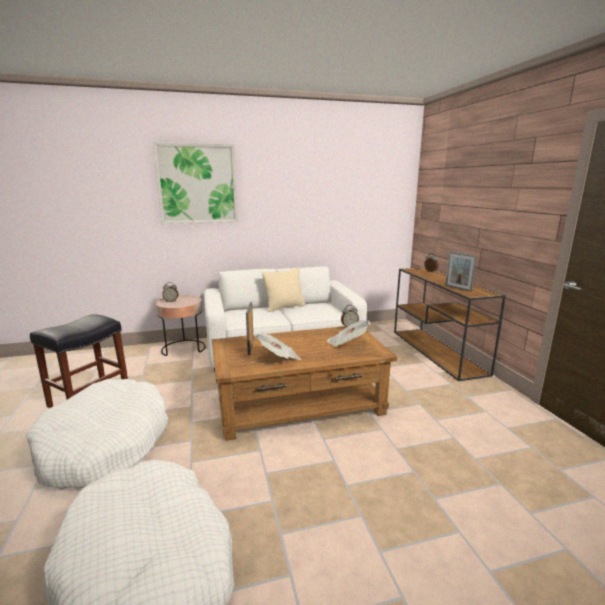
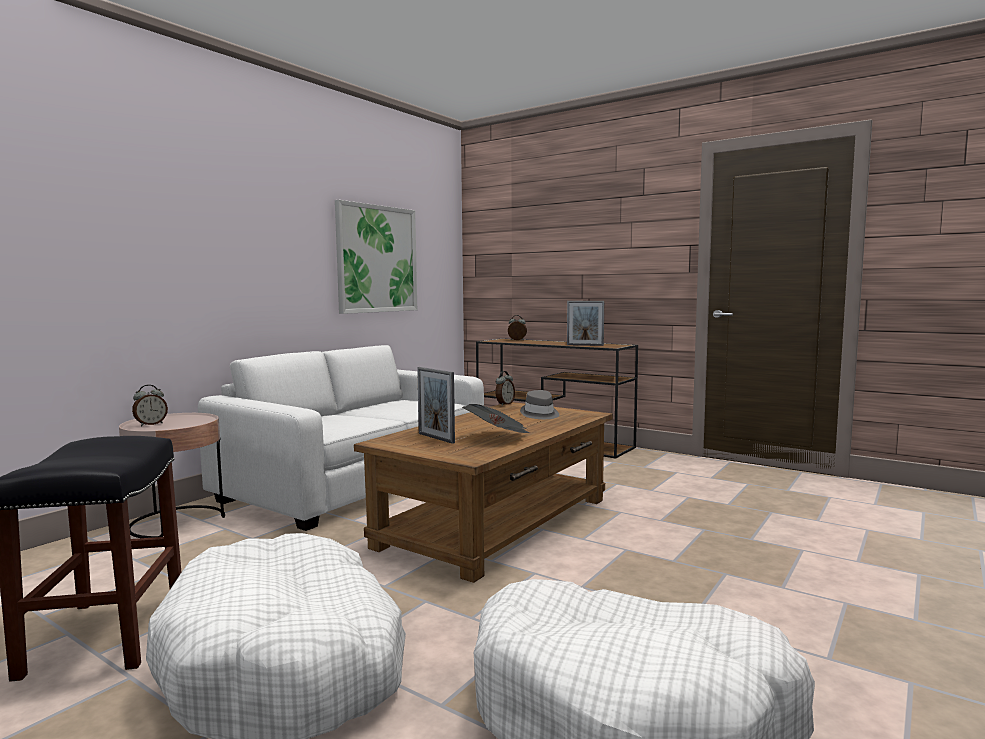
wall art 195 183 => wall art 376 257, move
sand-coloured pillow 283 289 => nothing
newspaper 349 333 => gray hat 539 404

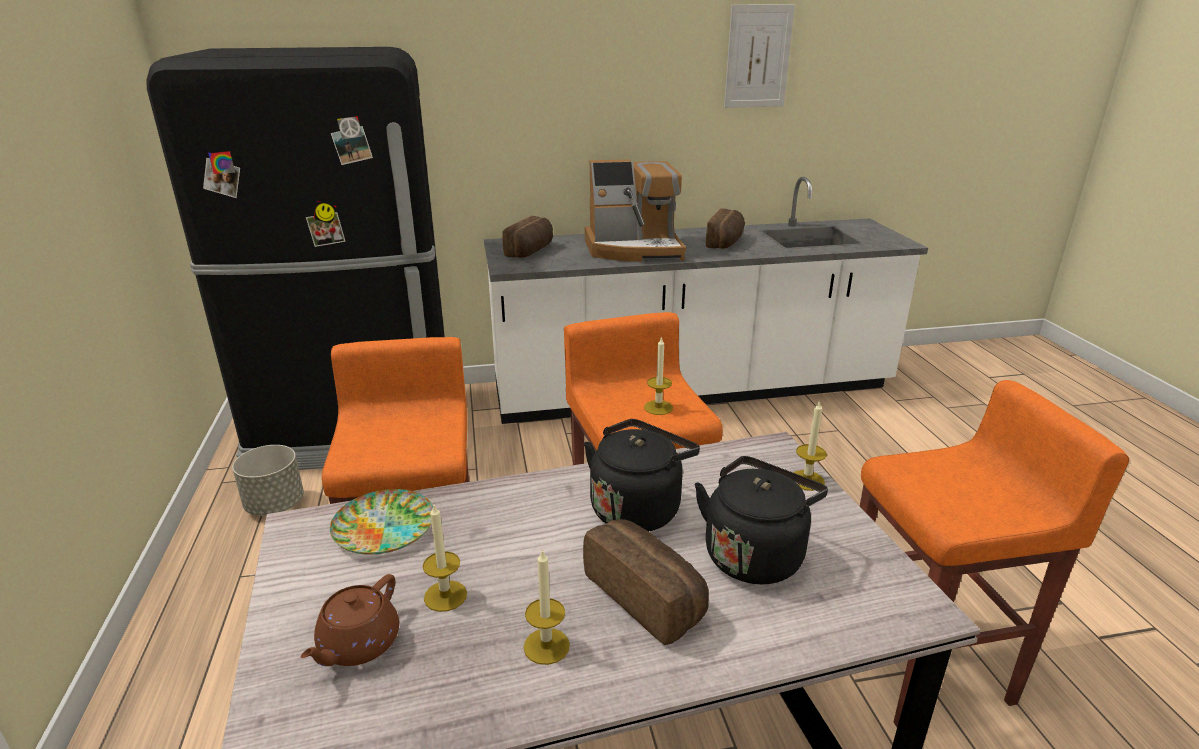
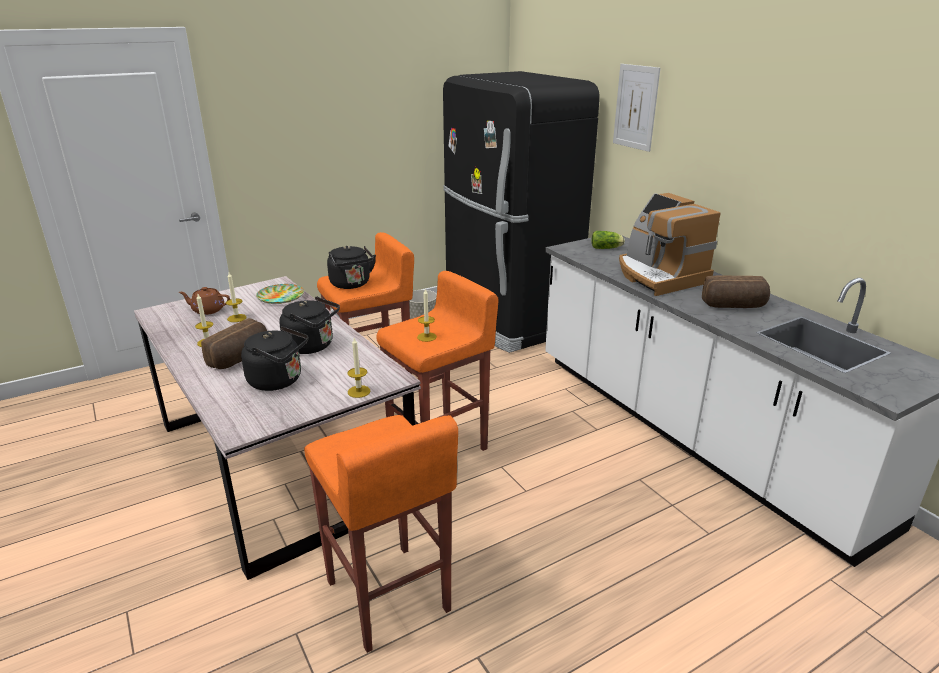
wall art 759 56 => wall art 636 108, move
baked bread 527 237 => lettuce 608 240
nothing => black tea kettle 351 267

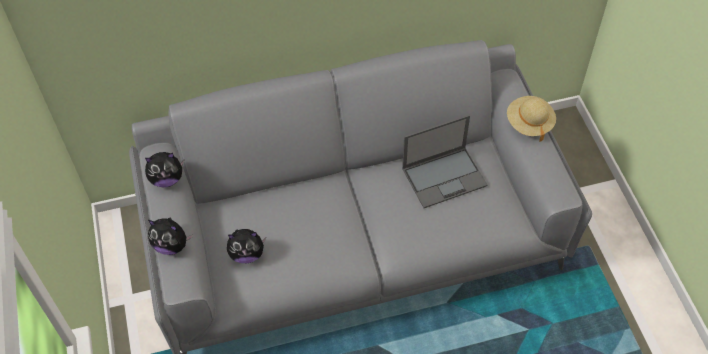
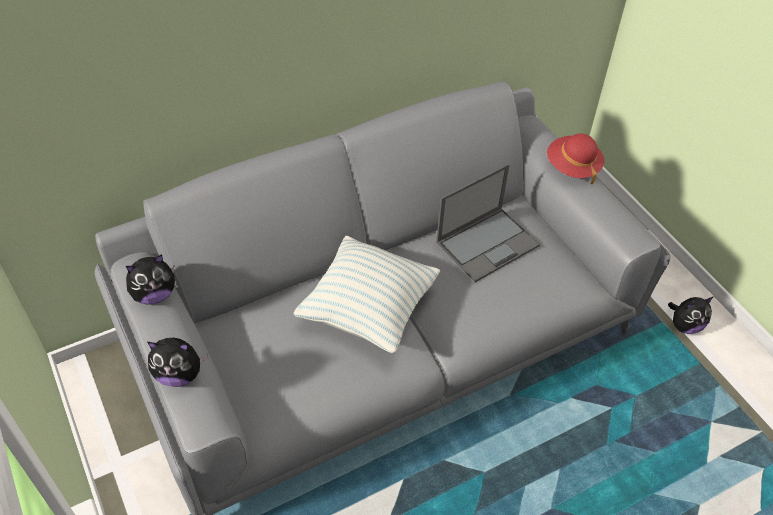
sand-coloured hat 531 118 => reddish hat 576 158
soft toy 246 246 => soft toy 690 315, move
nothing => pillow 367 295

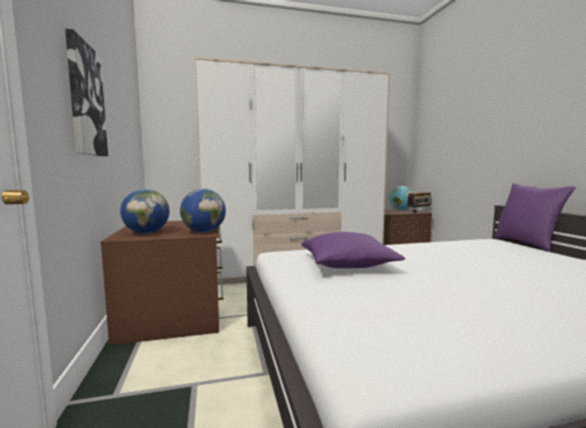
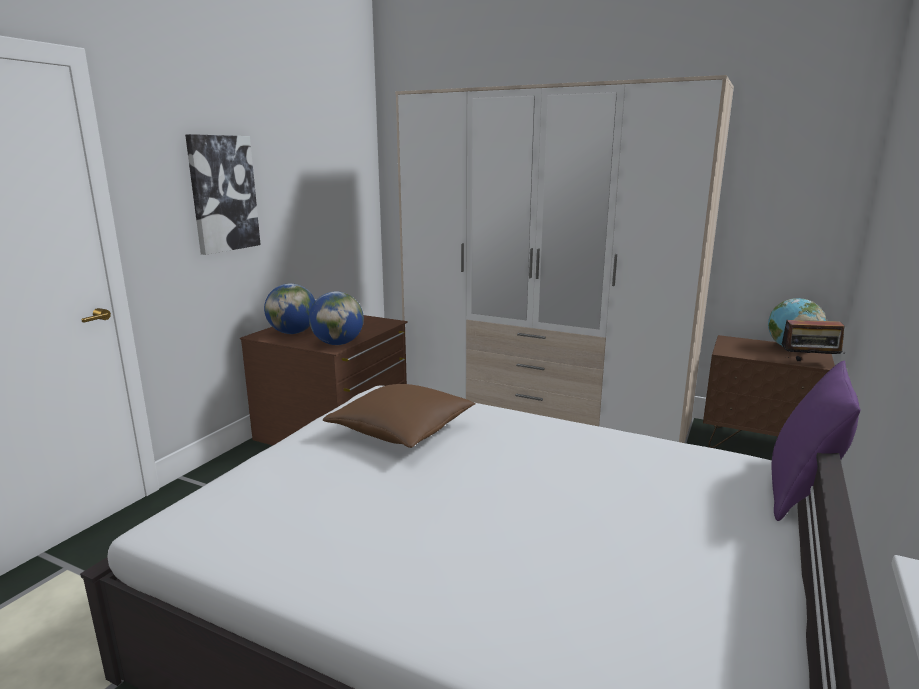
purple-coloured pillow 353 250 => brown pillow 399 416

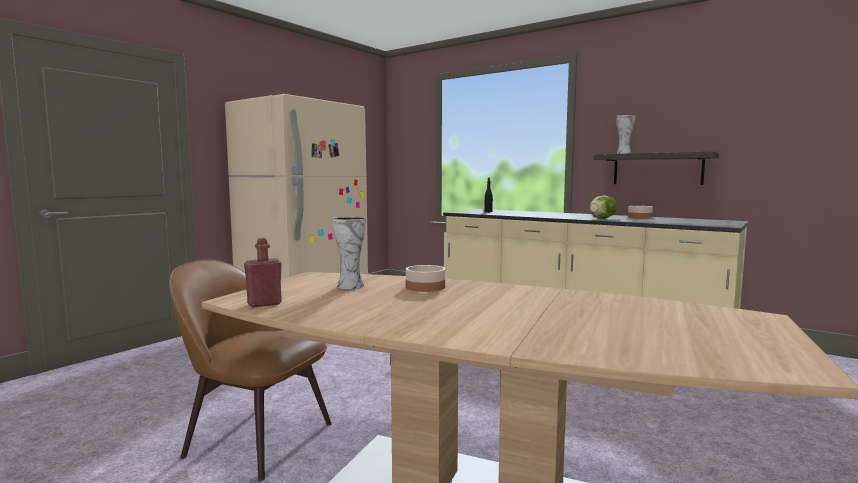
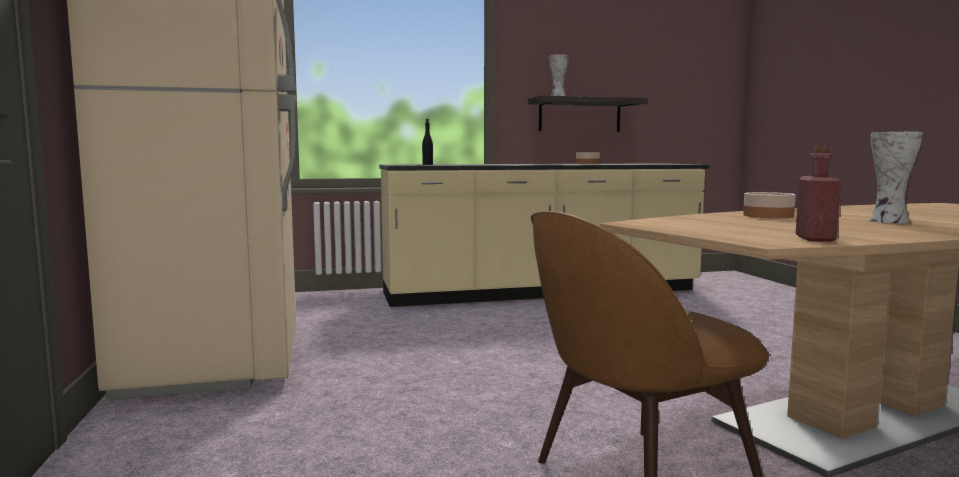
lettuce 603 207 => nothing
flower vase 349 253 => flower vase 896 177, move

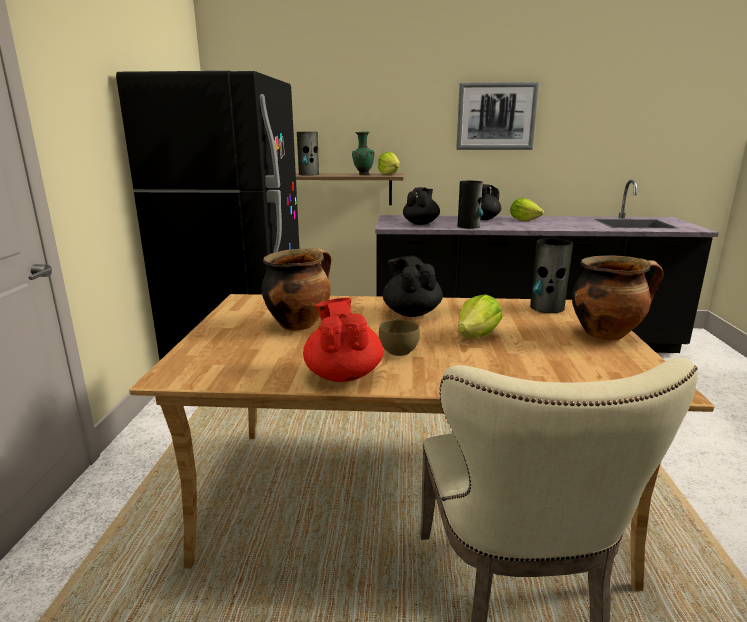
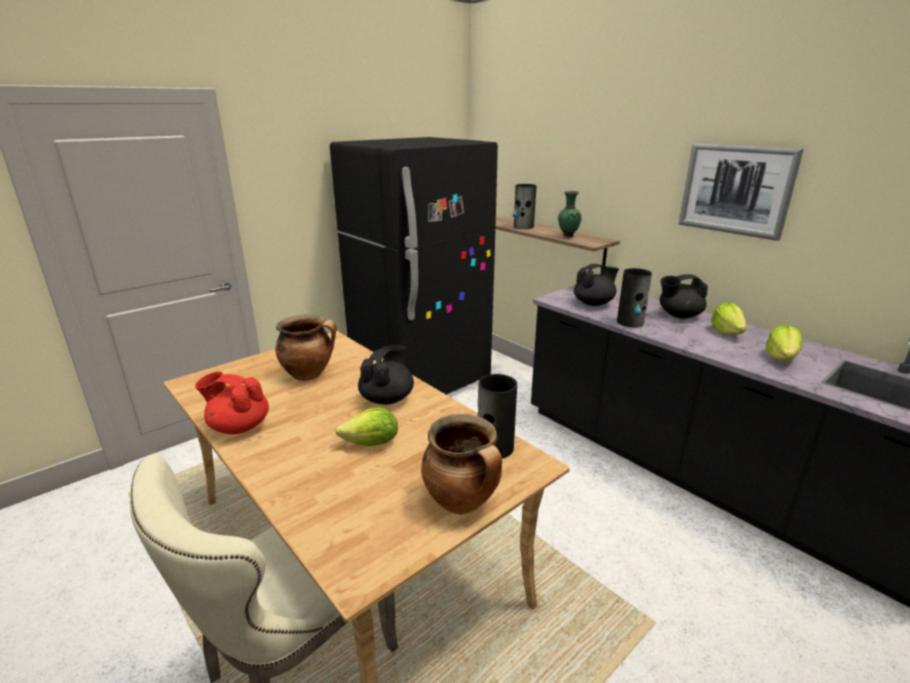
lettuce 389 163 => lettuce 784 343, move
reddish teapot 343 340 => reddish teapot 232 403, 105 degrees counterclockwise
brown deep dish 399 337 => nothing

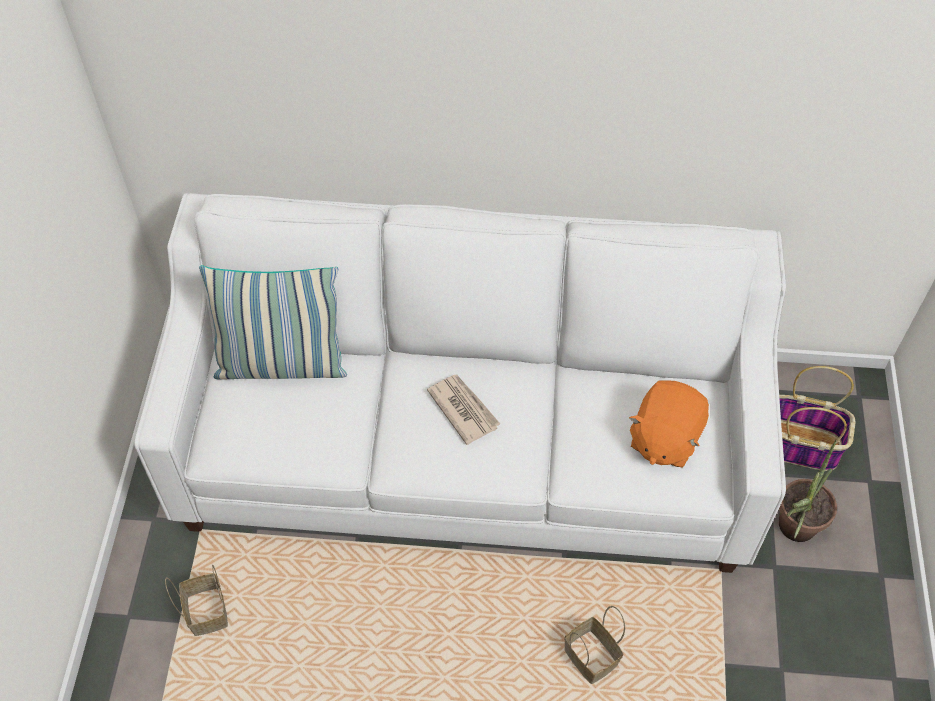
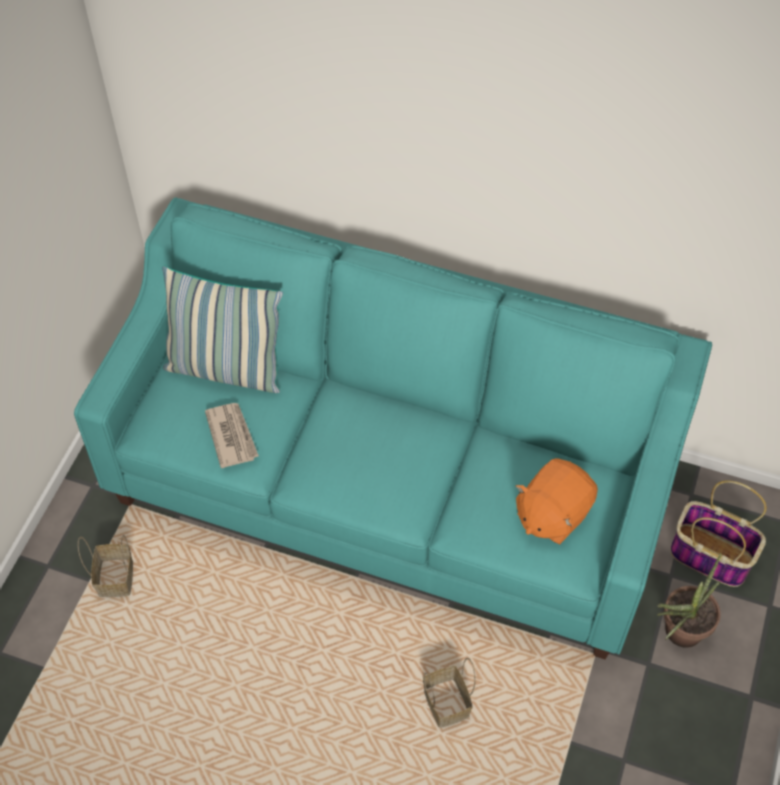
white-coloured sofa 460 383 => blue-green sofa 393 428
newspaper 463 410 => newspaper 232 435, move

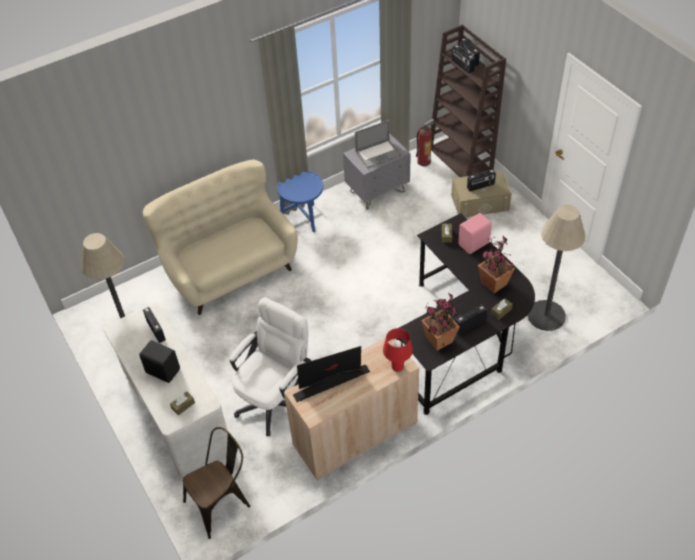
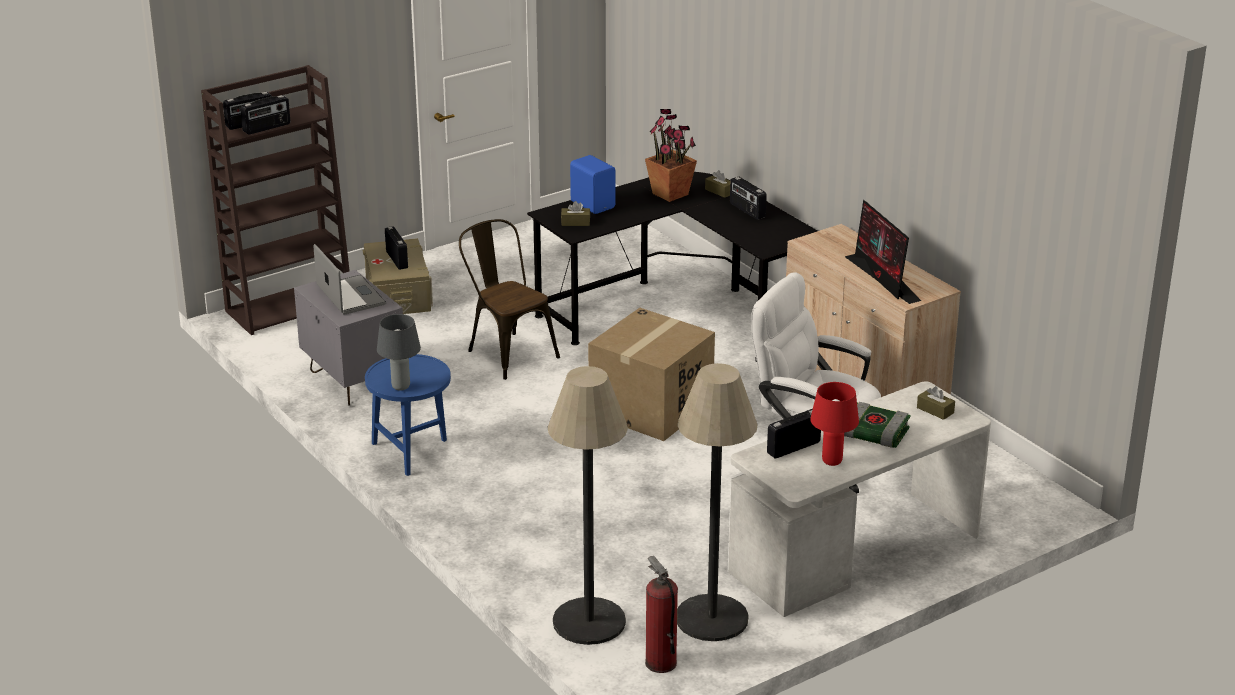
extinguisher 425 142 => extinguisher 661 614, move
sand-coloured sofa 220 237 => nothing
standing lamp 556 267 => standing lamp 587 505, move
pinkish audio speaker 475 233 => blue audio speaker 593 184
plant in a pot 440 322 => nothing
reddish tabletop lamp 398 350 => reddish tabletop lamp 834 424, move
black audio speaker 159 361 => volume 877 425
brown upright chair 216 483 => brown upright chair 509 299, move
nothing => packing box 651 374
nothing => gray tabletop lamp 399 352

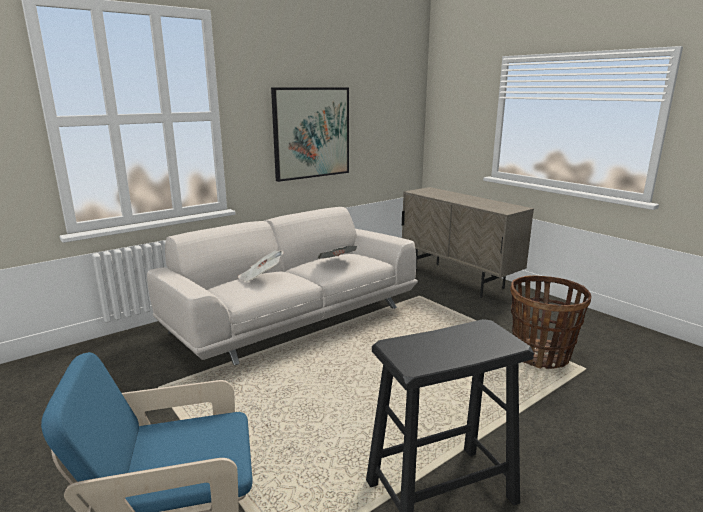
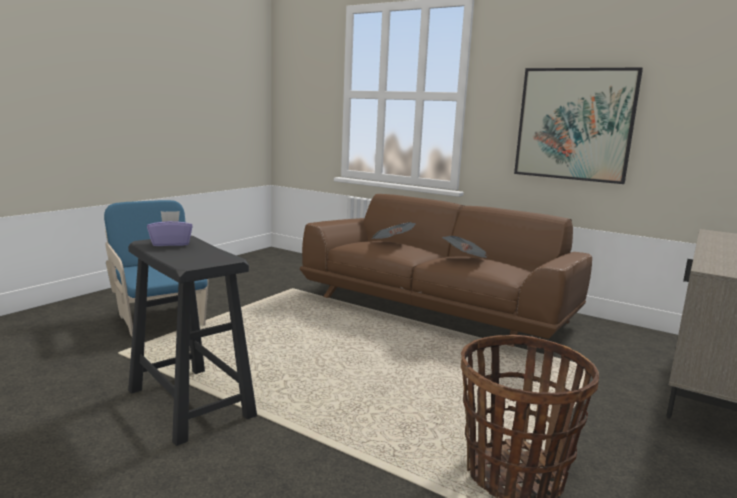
white-coloured sofa 282 286 => brown sofa 446 270
nothing => purple-coloured tissue box 170 228

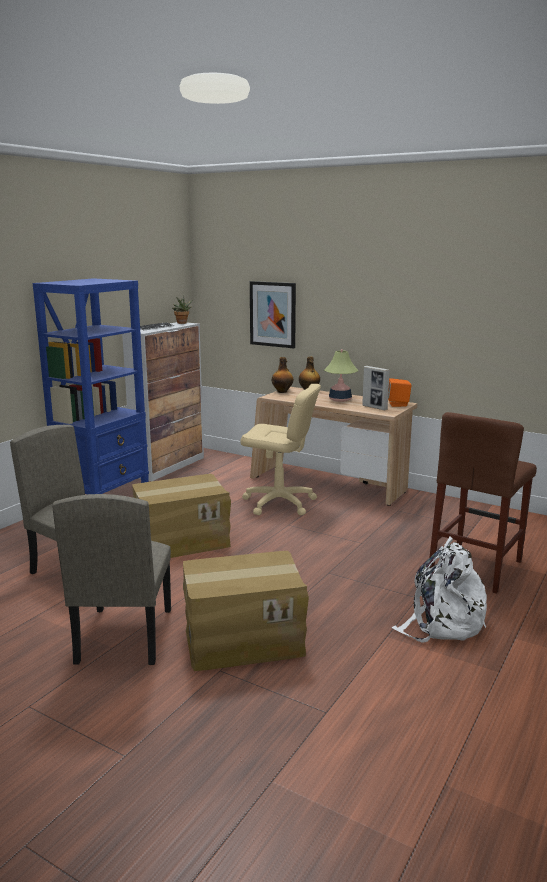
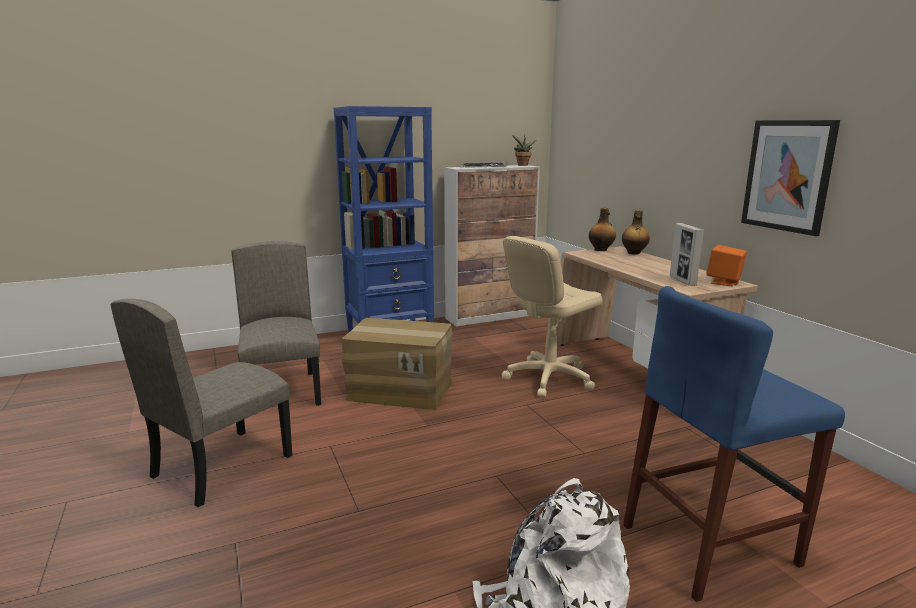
wall art 273 314 => wall art 790 178, move
tabletop lamp 341 376 => nothing
sand-coloured desk chair 280 449 => sand-coloured desk chair 552 317, 90 degrees clockwise
brown sitting stool 483 503 => blue sitting stool 734 444
packing box 246 611 => nothing

